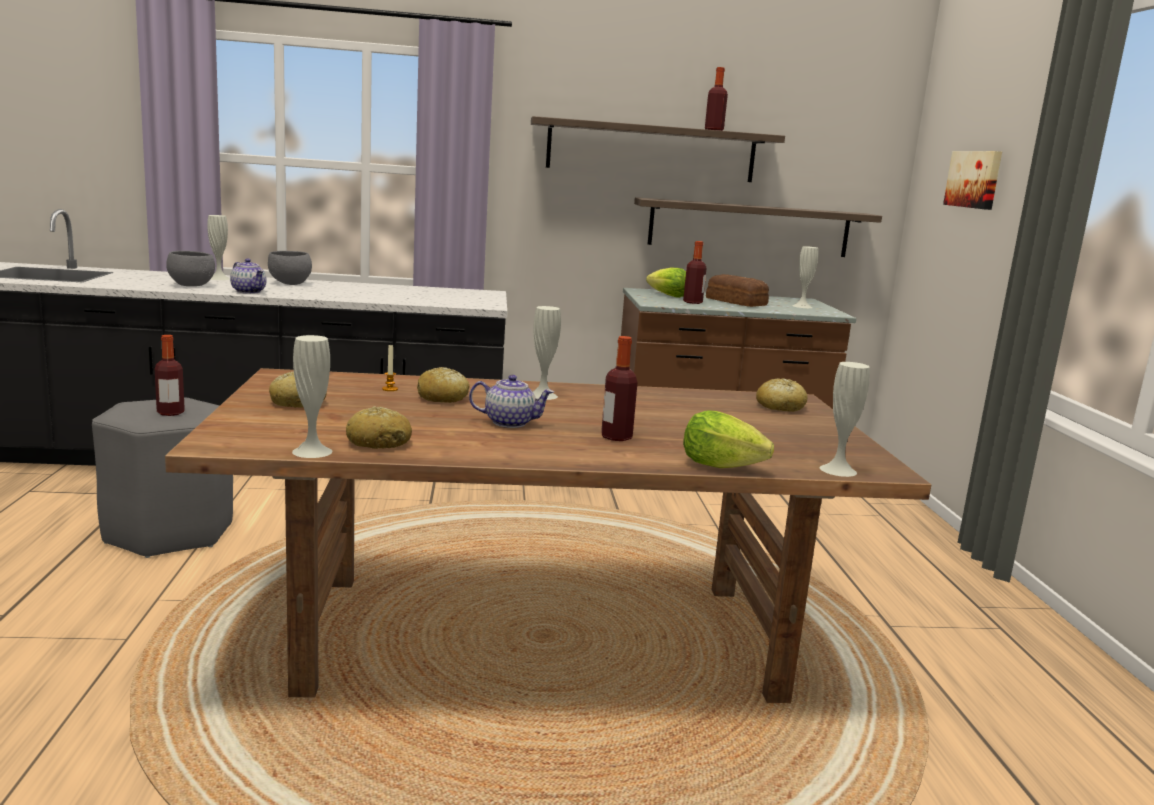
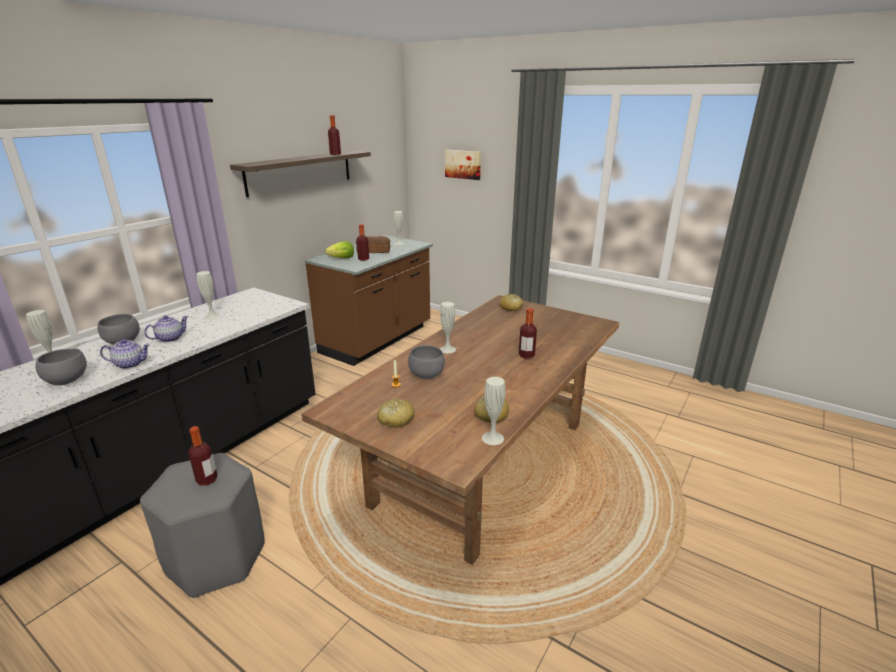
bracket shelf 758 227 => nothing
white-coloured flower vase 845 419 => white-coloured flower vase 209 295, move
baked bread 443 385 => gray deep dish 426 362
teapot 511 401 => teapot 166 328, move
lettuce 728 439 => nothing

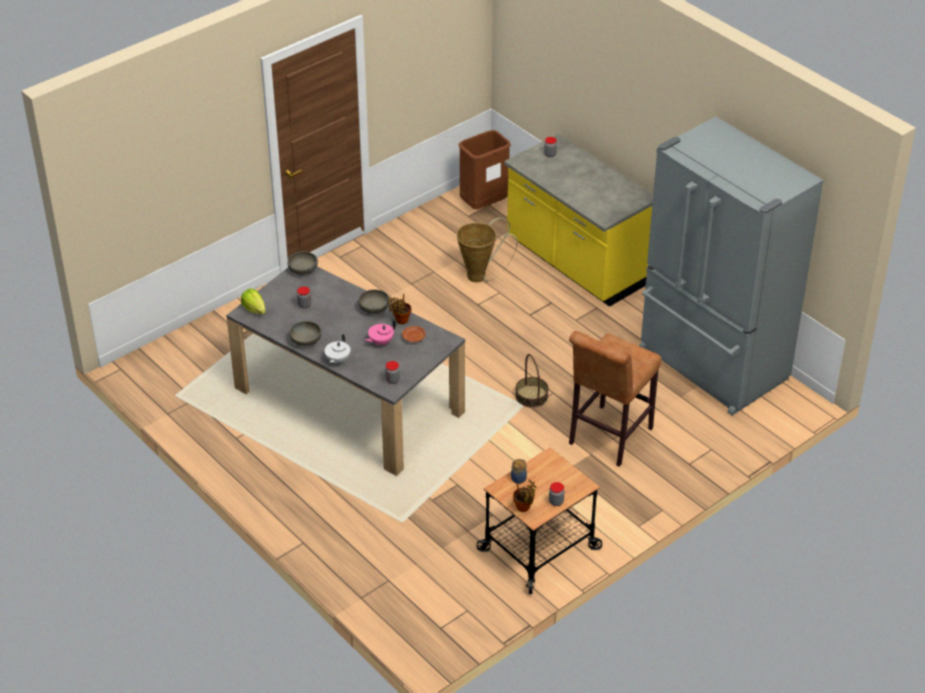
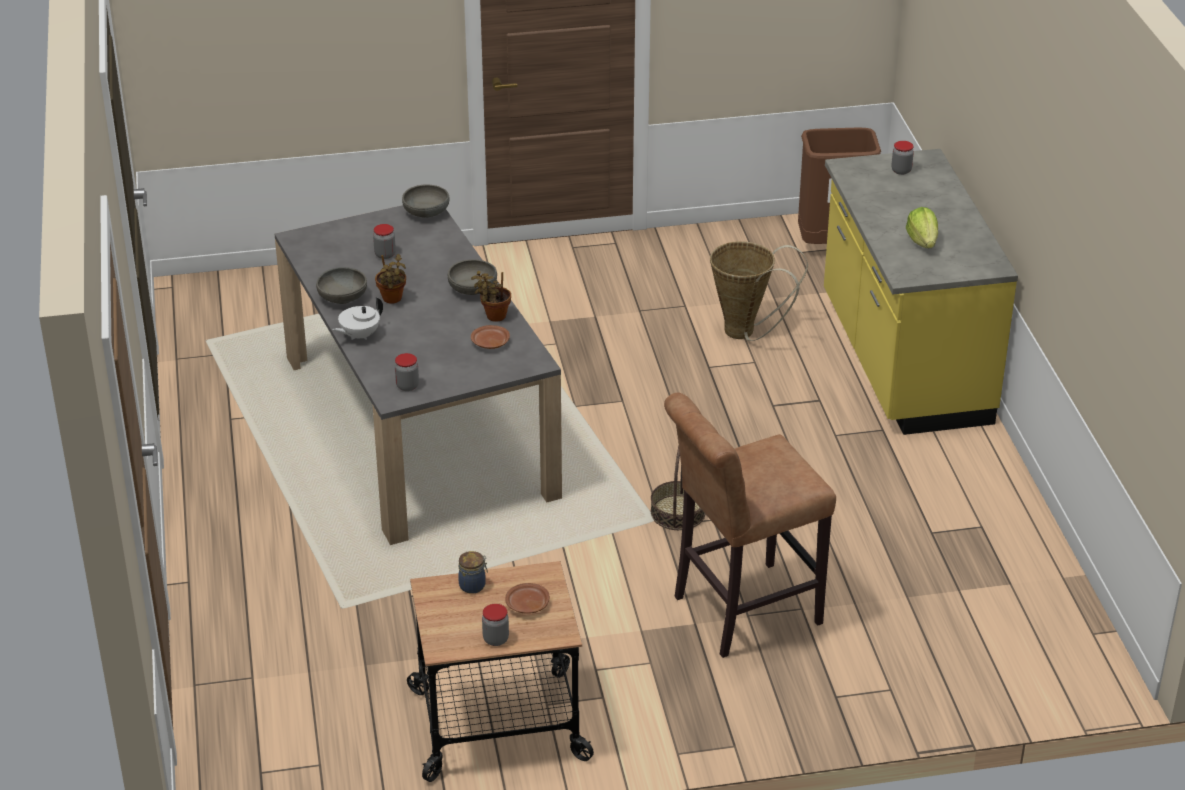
gray kitchen fridge 731 265 => nothing
lettuce 253 301 => lettuce 922 227, move
pinkish teapot 380 332 => nothing
plant in a pot 525 495 => plant in a pot 390 279, move
nothing => brown flat dish 527 598

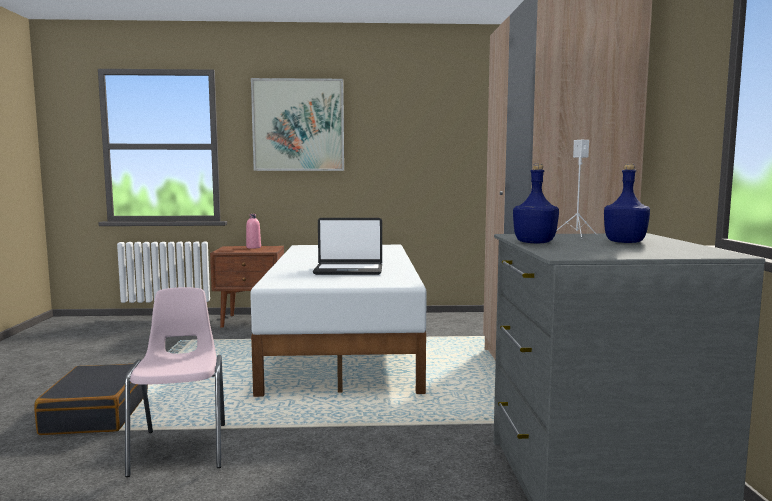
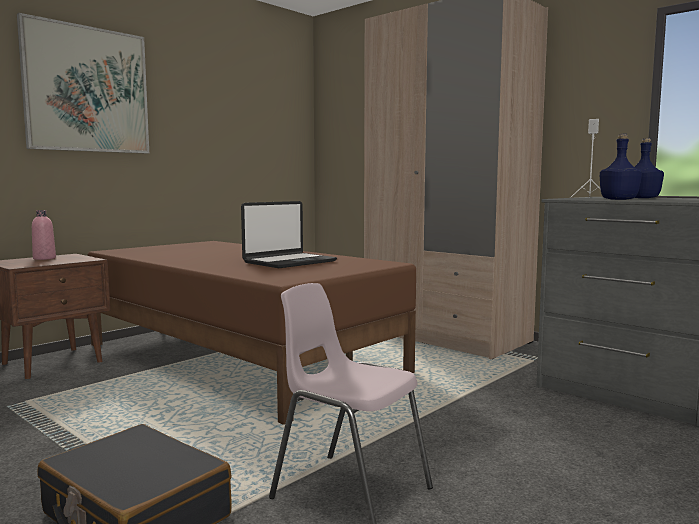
white-coloured bed 338 321 => brown bed 252 333

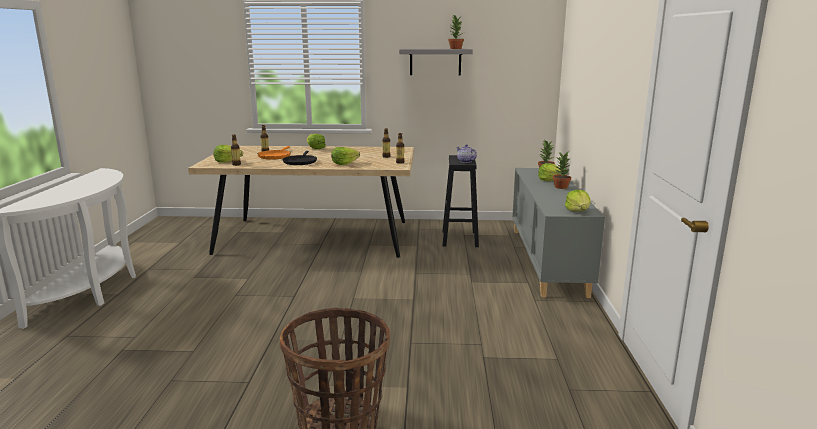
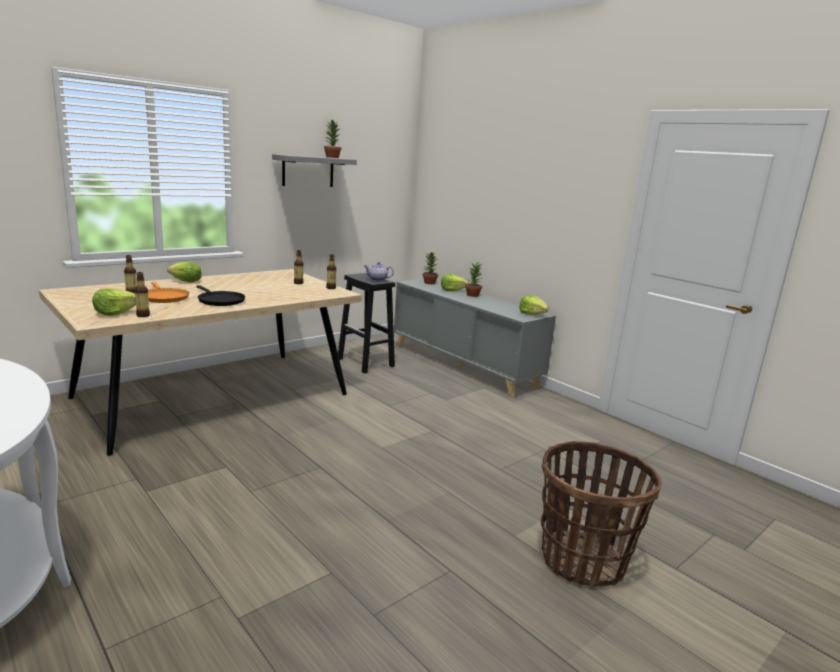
lettuce 345 156 => nothing

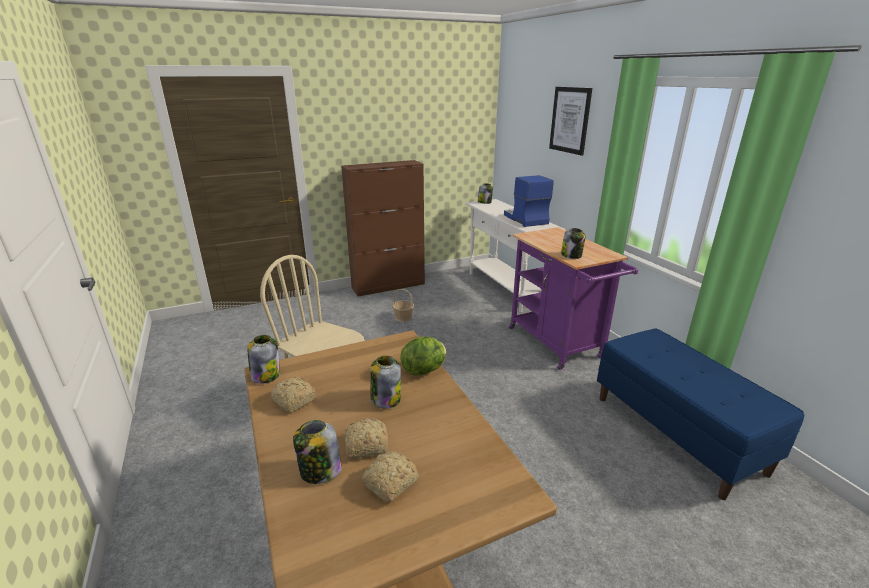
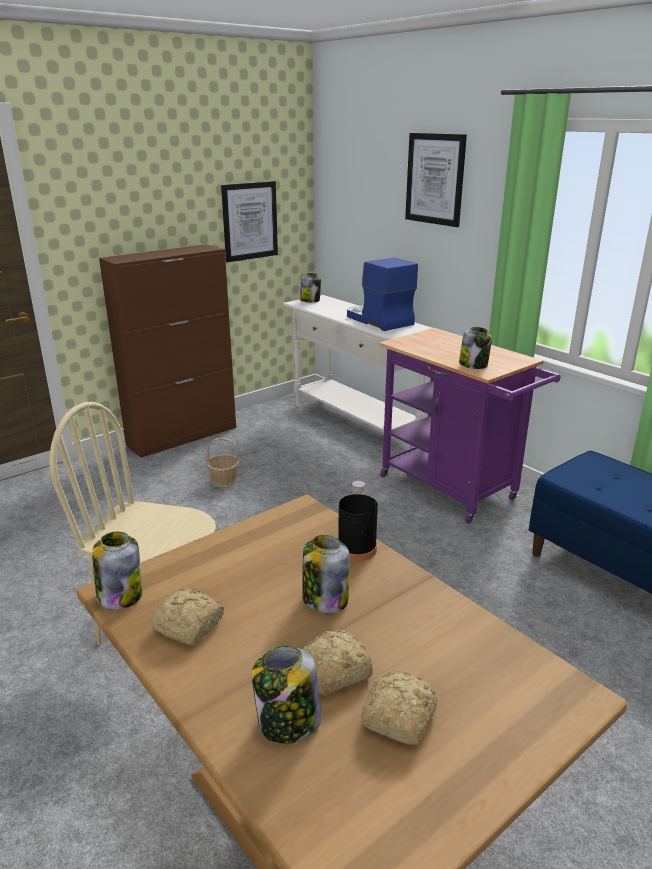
lettuce 423 356 => black bottle 358 521
nothing => wall art 249 221

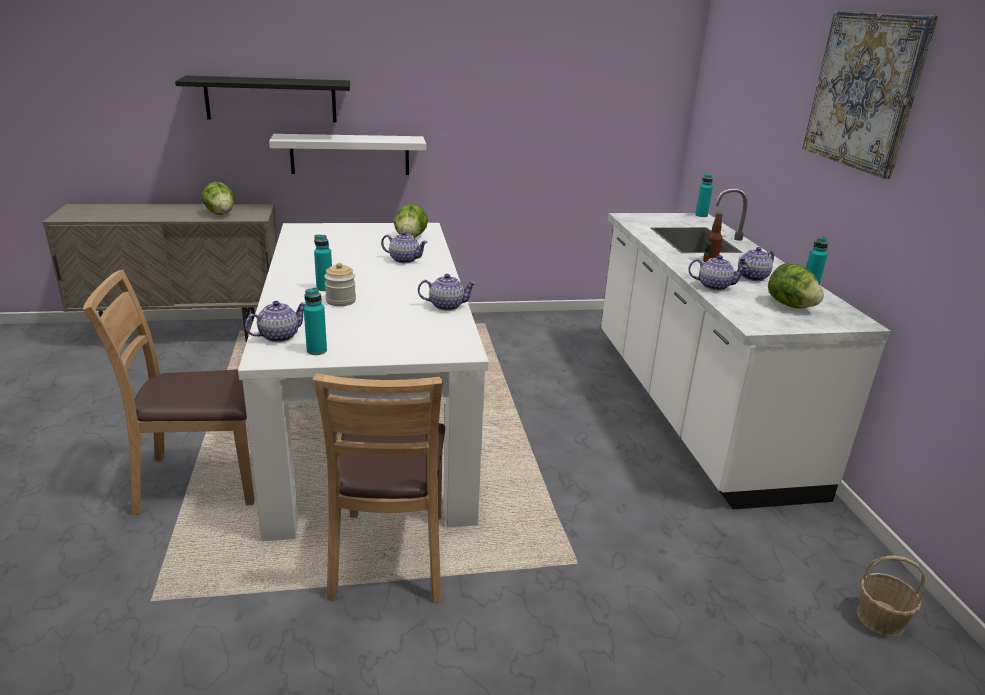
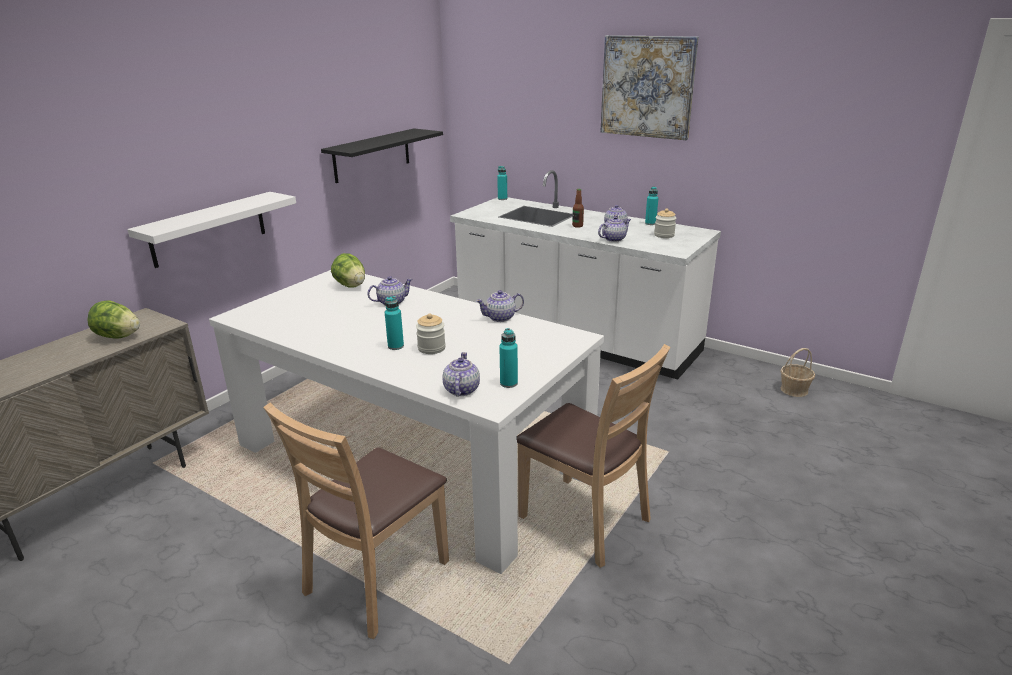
black bracket shelf 262 99 => black bracket shelf 382 155, move
lettuce 796 285 => jar 665 223
teapot 447 292 => teapot 500 306, 150 degrees counterclockwise

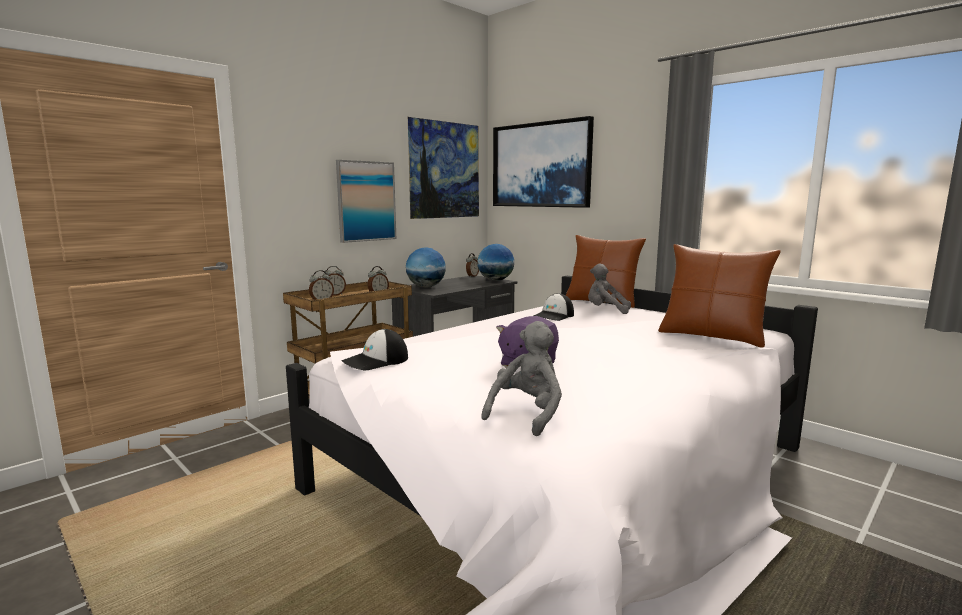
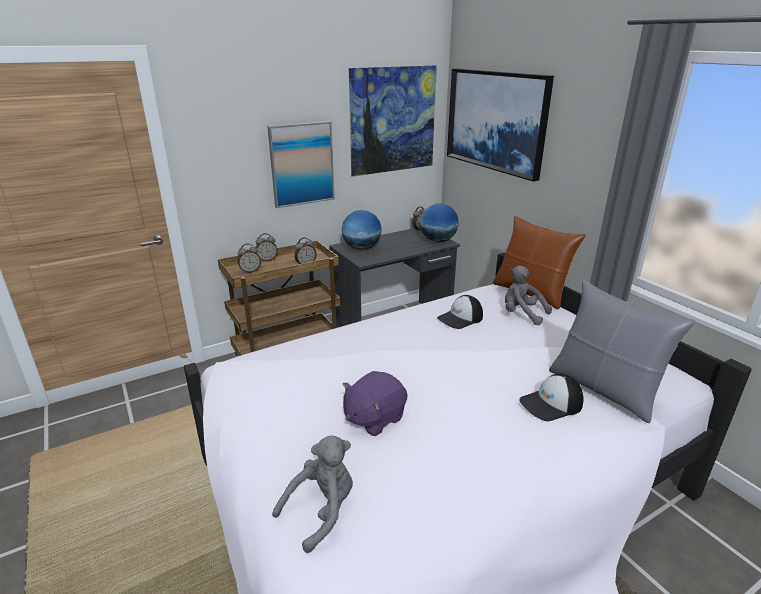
brown pillow 719 296 => gray pillow 622 351
cap 375 350 => cap 551 397, move

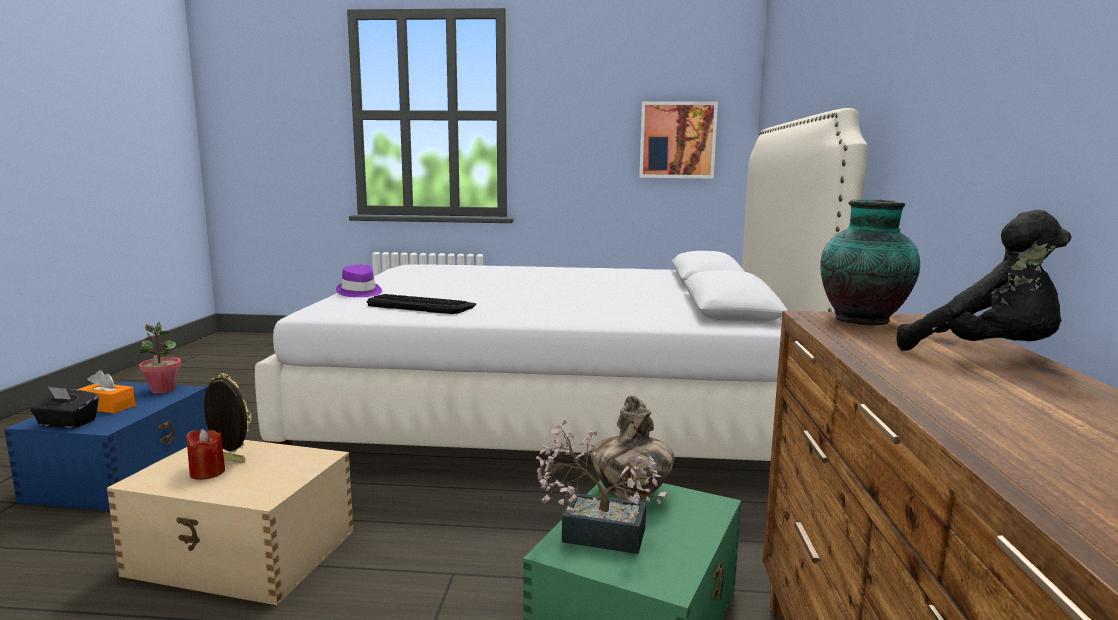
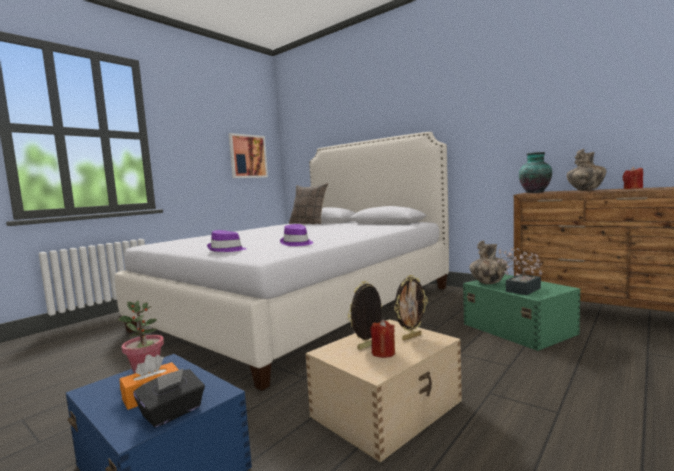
black soft toy 983 280 => flower vase 586 170
computer keyboard 421 304 => purple-coloured hat 296 235
nothing => reddish candle 633 178
nothing => pillow 308 203
nothing => picture frame 411 307

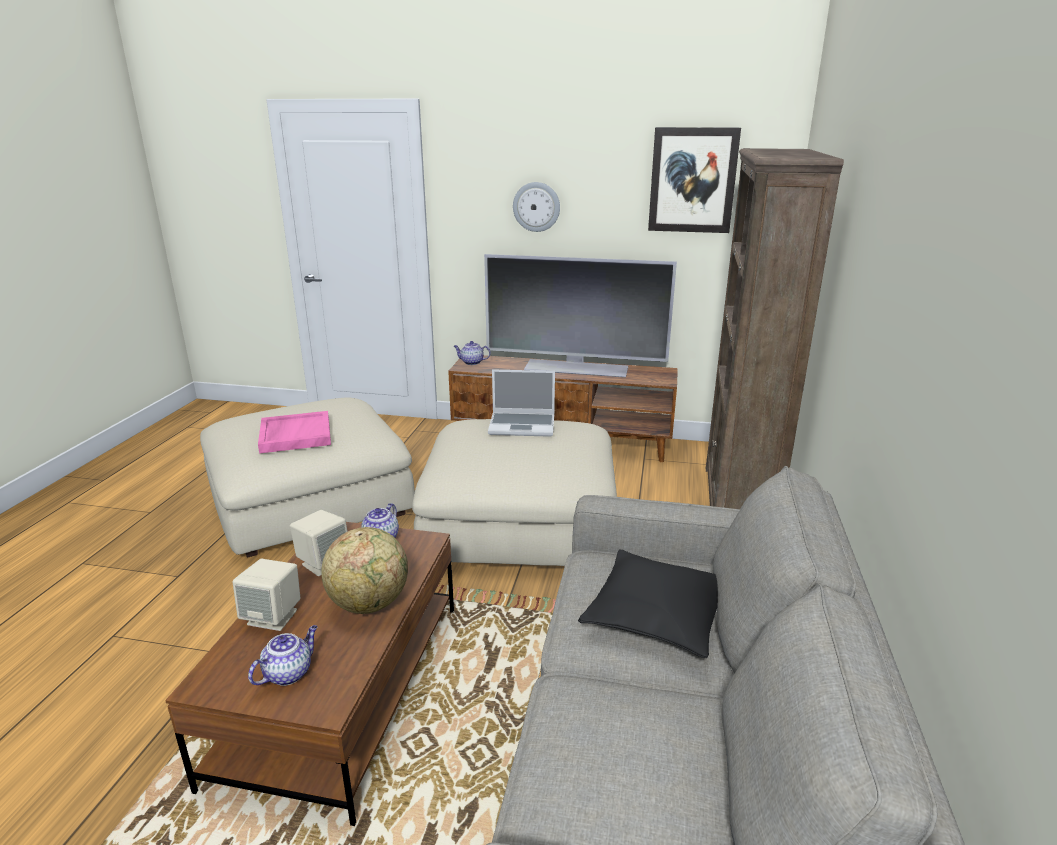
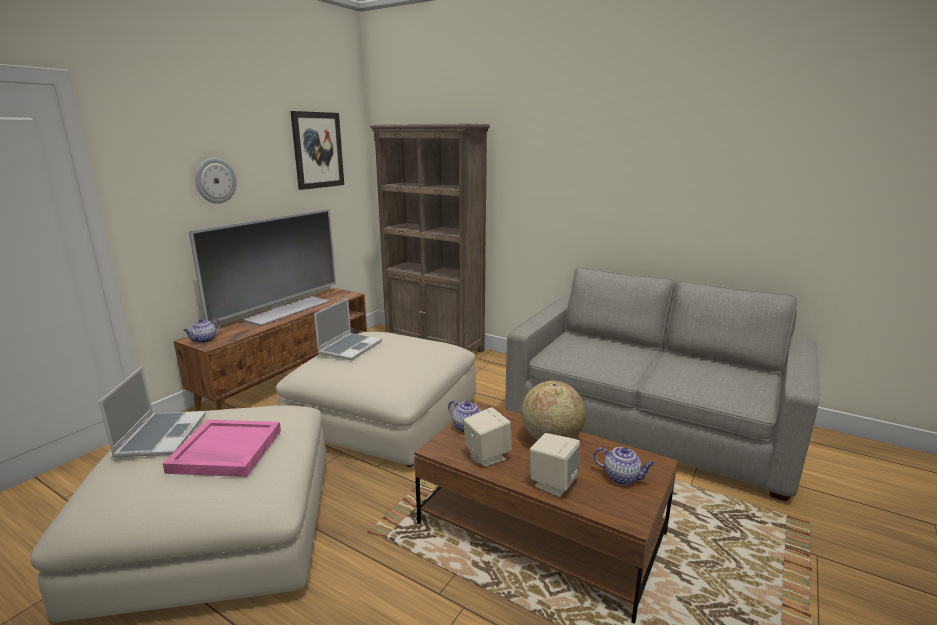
black pillow 648 604 => nothing
teapot 282 655 => teapot 624 466, 150 degrees clockwise
nothing => notebook computer 152 411

